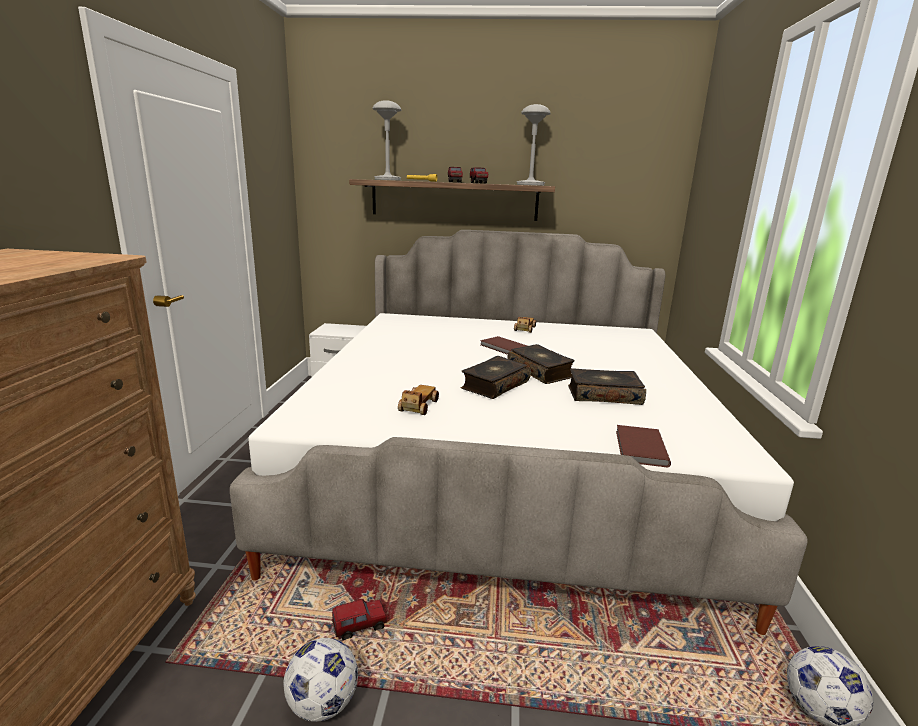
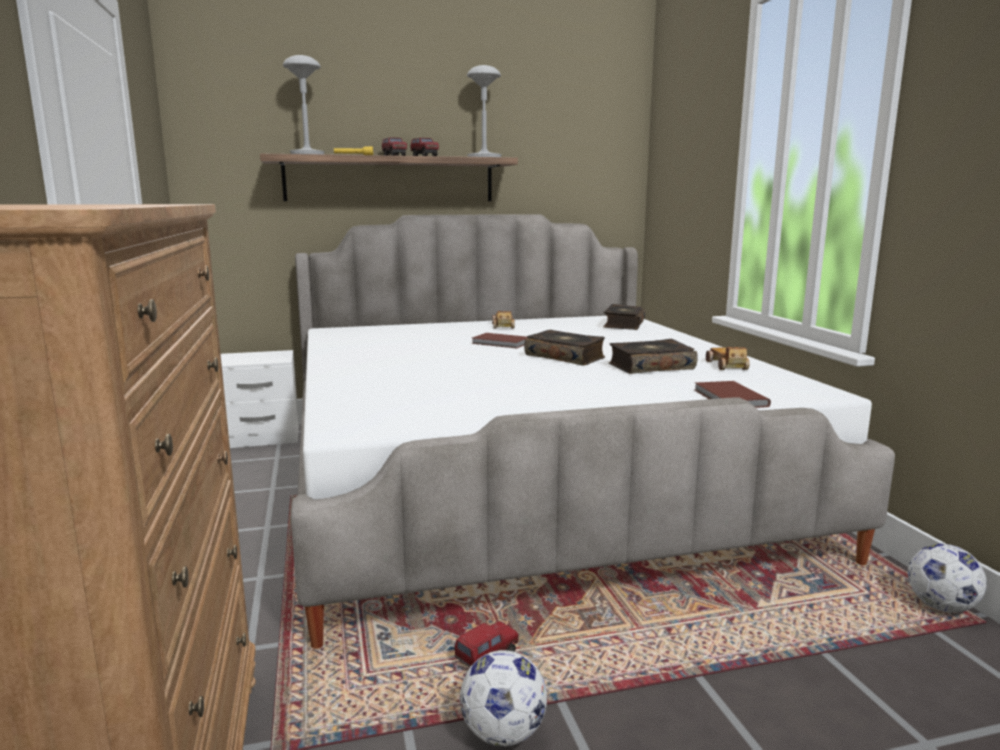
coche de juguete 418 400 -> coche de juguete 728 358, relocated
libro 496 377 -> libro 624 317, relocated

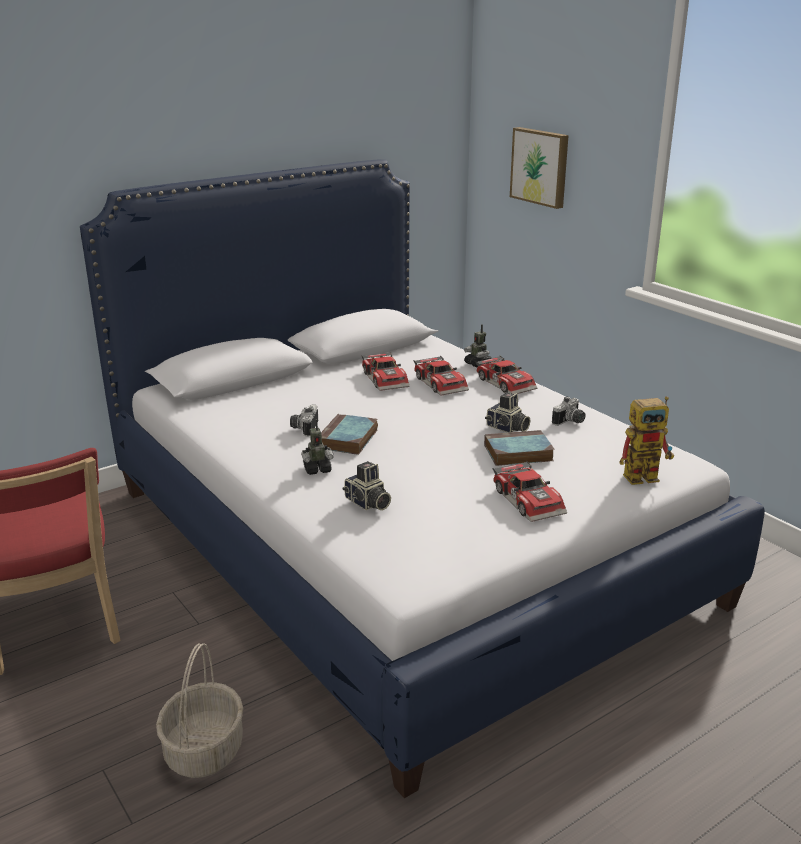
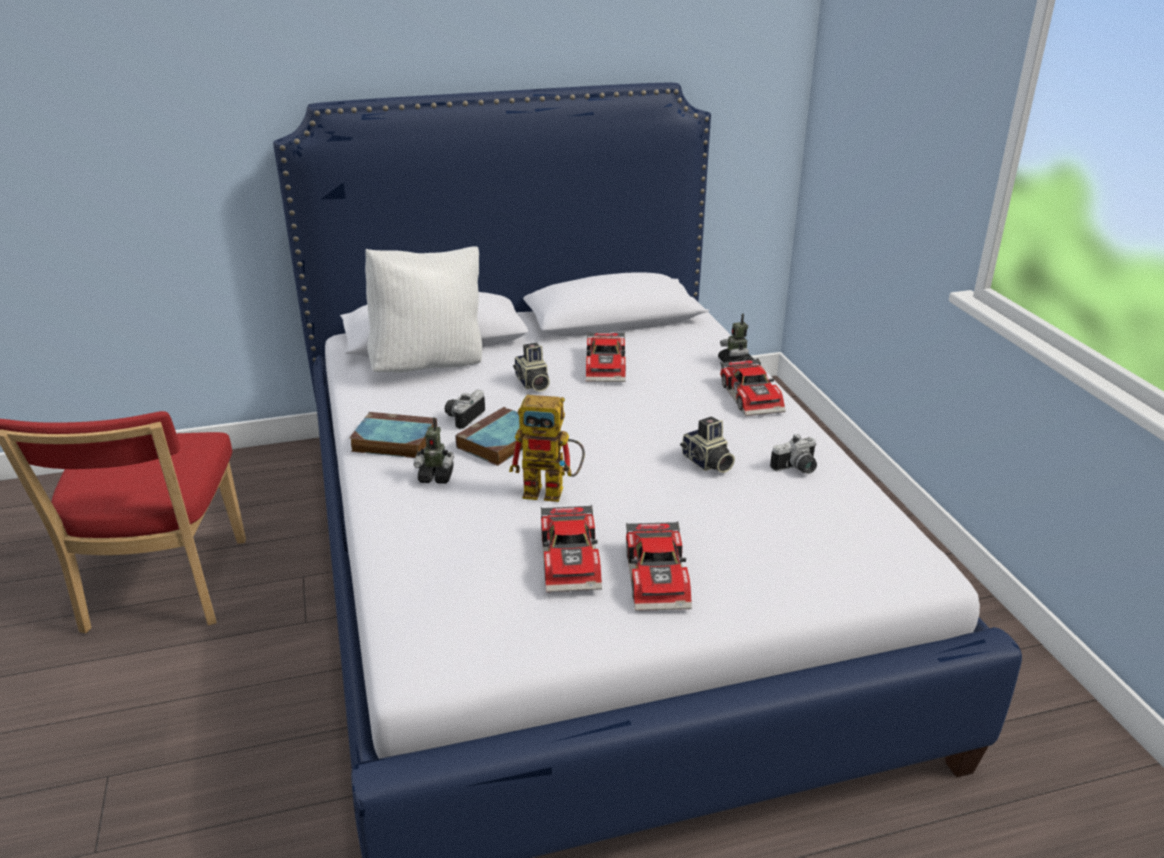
cesta 199 710 -> none
cuadro 539 168 -> none
none -> cojín/blanco 423 309
cámara 366 485 -> cámara 531 367, relocated
coche de juguete 441 375 -> coche de juguete 571 548, relocated
libro 519 448 -> libro 393 435, relocated
robot de juguete 646 440 -> robot de juguete 547 448, relocated

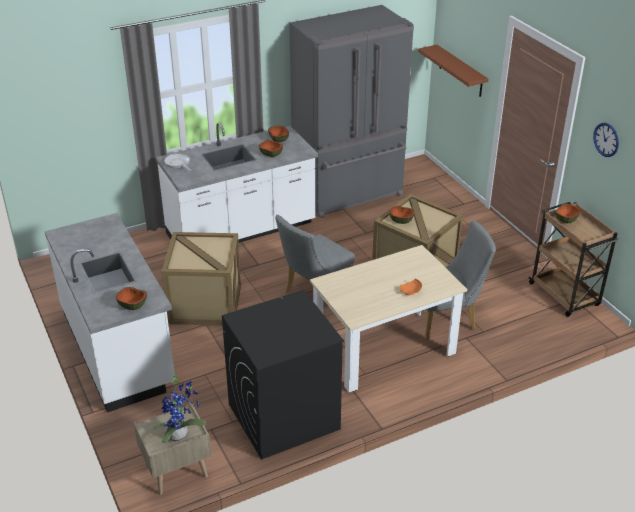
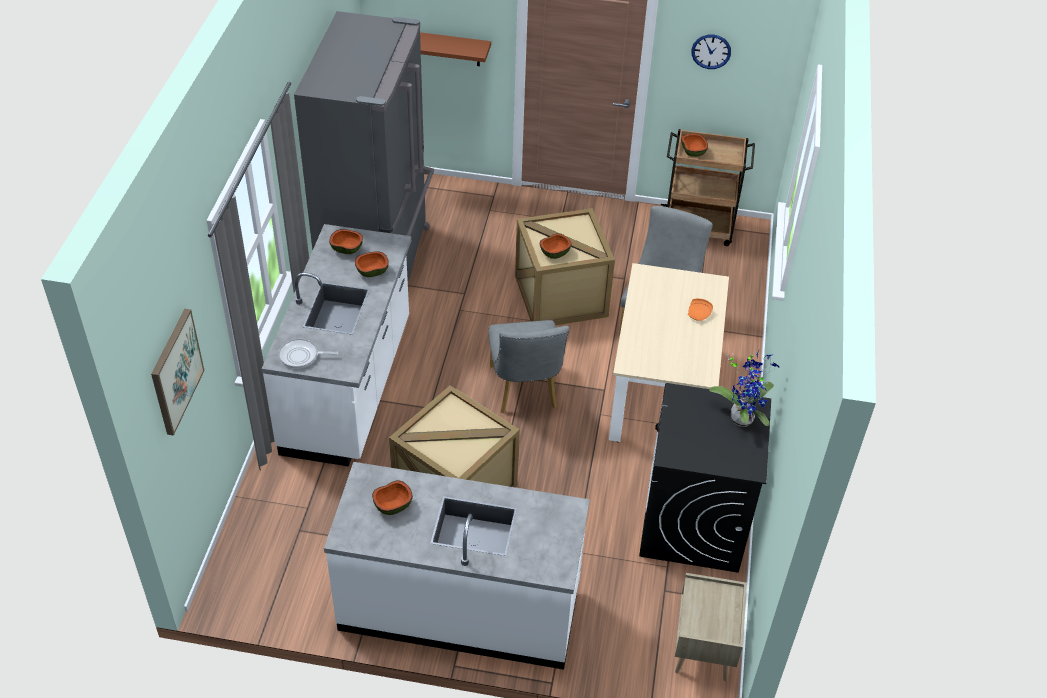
none -> cuadro 178 372
cuenco 131 298 -> cuenco 392 497, relocated
planta en maceta 179 408 -> planta en maceta 744 388, relocated

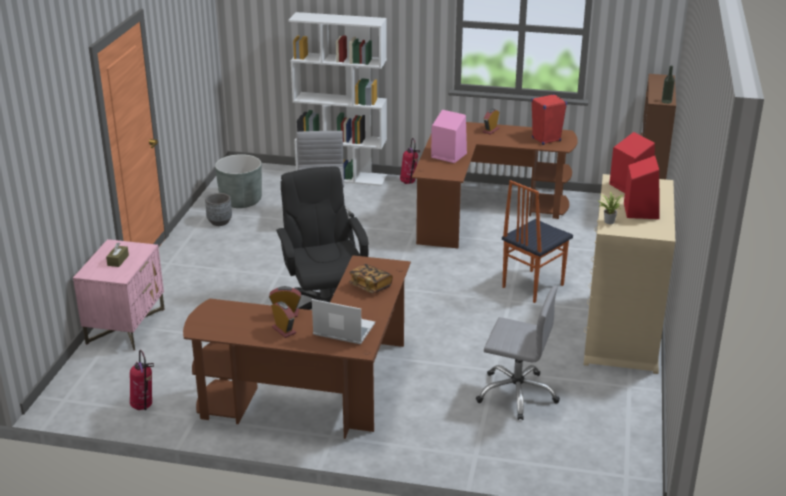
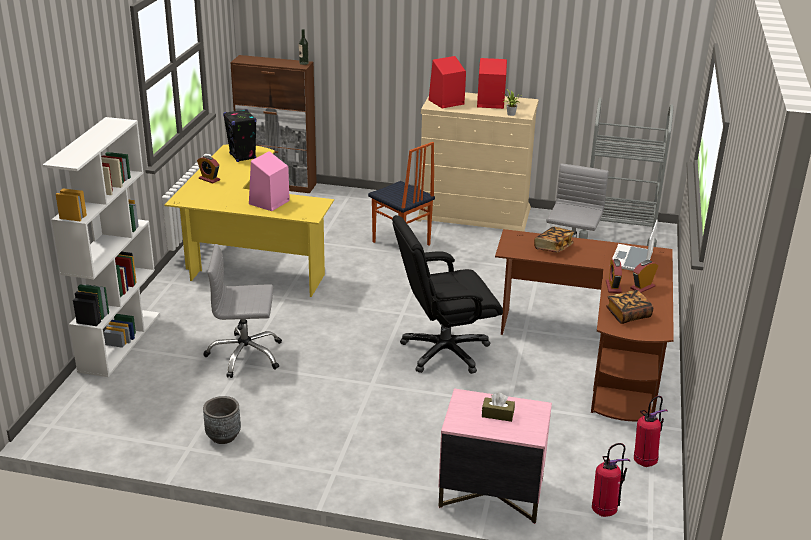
maceta/gris 238 181 -> none
none -> carrito/gris 626 172
none -> libro 630 307
extintor 410 161 -> extintor 611 480, relocated
escritorio/marrón 495 185 -> escritorio/amarillo 249 220
altavoz/rojo 549 119 -> altavoz/negro 239 135

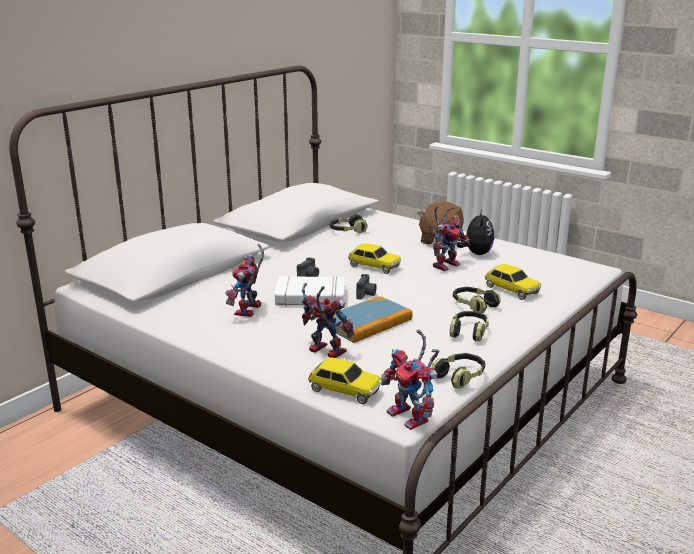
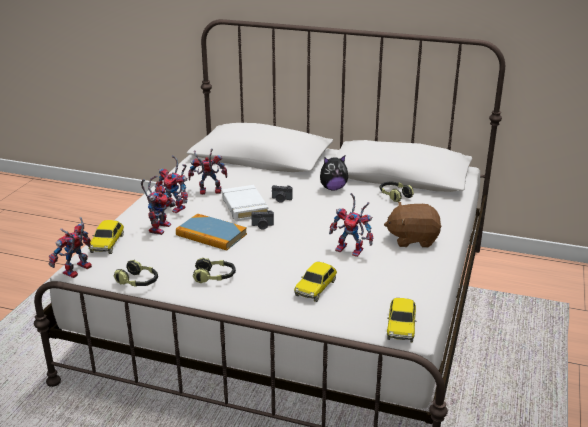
auriculares 477 300 -> none
none -> robot de juguete 171 184
coche de juguete 374 258 -> coche de juguete 401 320, relocated
peluche 475 232 -> peluche 334 173, relocated

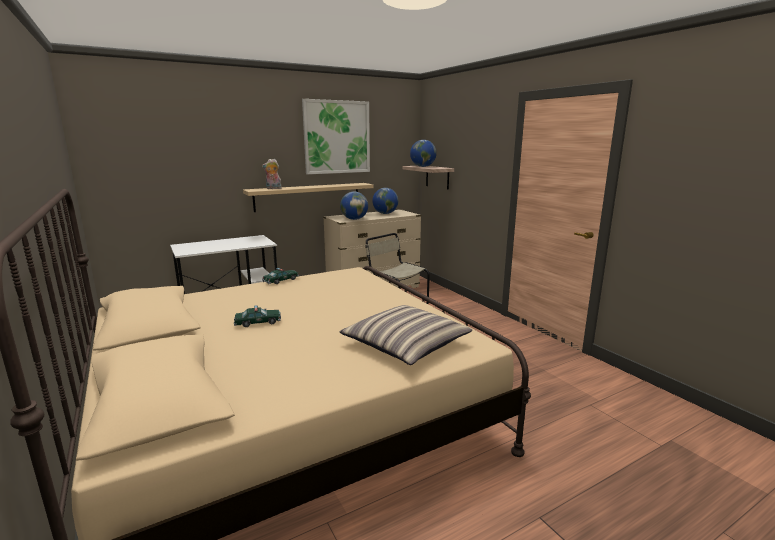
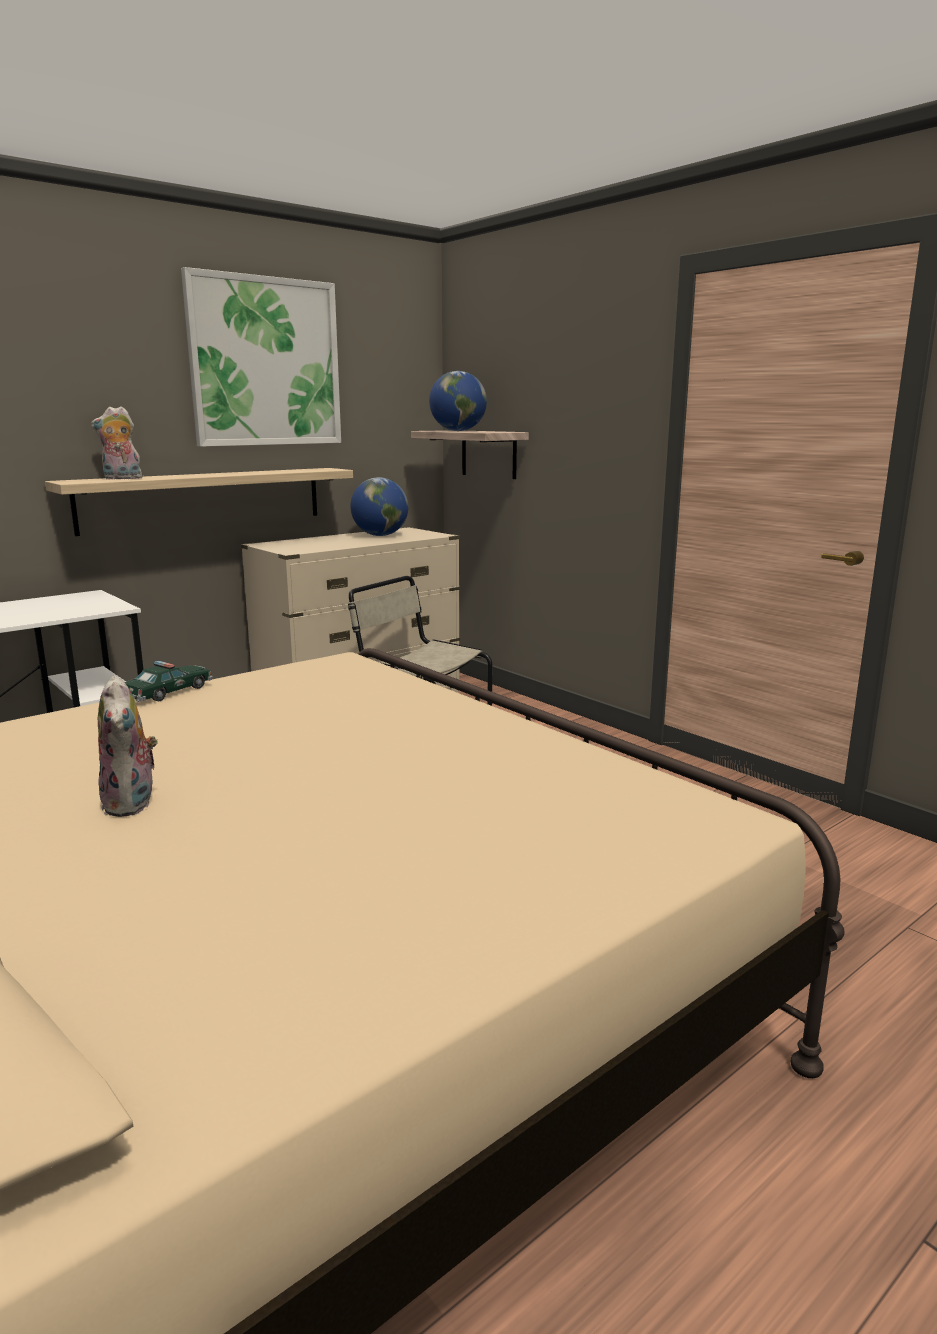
globo terráqueo 354 205 -> none
cojín 406 335 -> none
coche de juguete 257 316 -> peluche 128 746

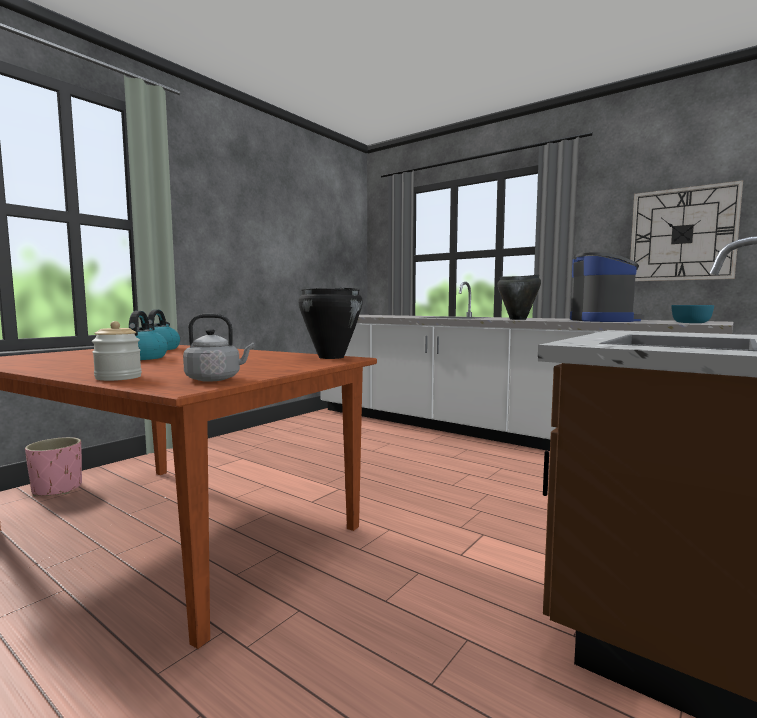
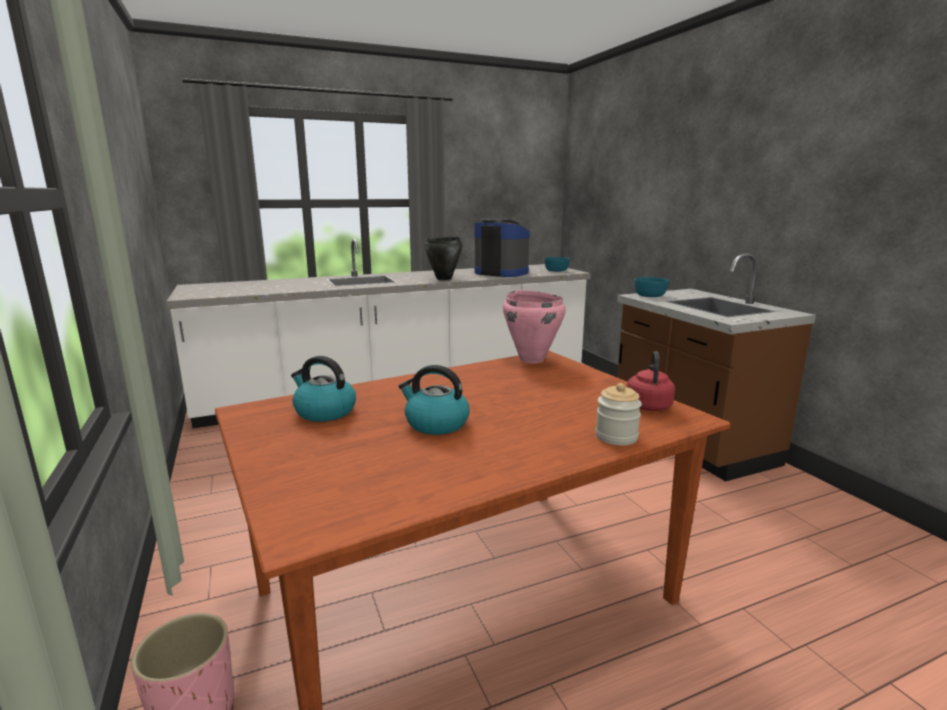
reloj de pared 686 230 -> none
none -> cuenco/turquesa 651 287
hervidor/gris 219 348 -> hervidor/rojo 651 381
olla/negro 331 323 -> olla/rosa 534 326

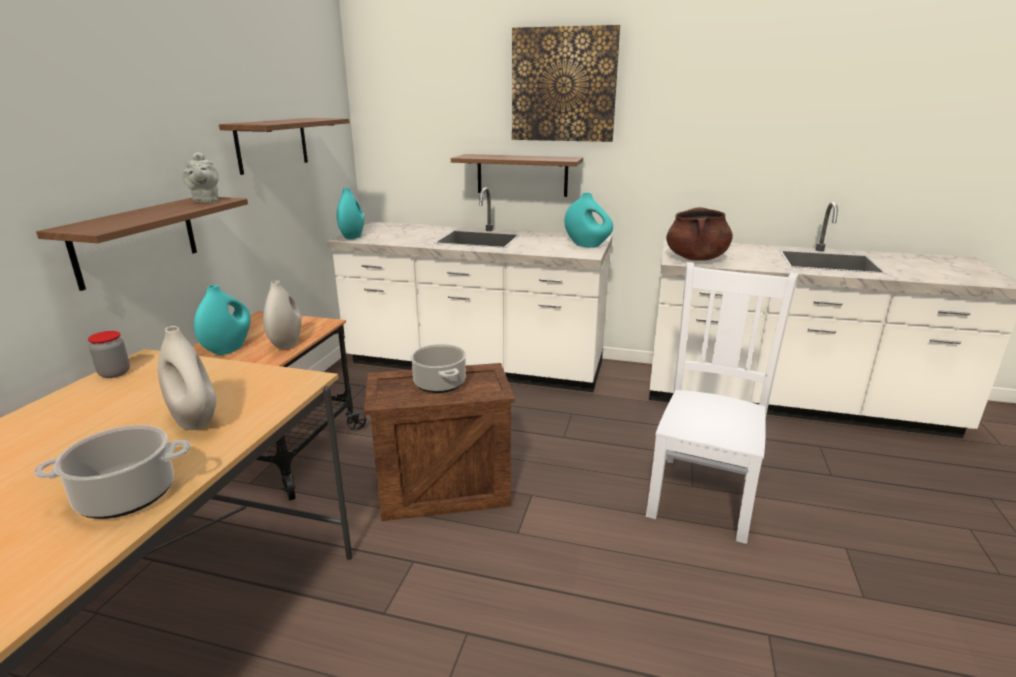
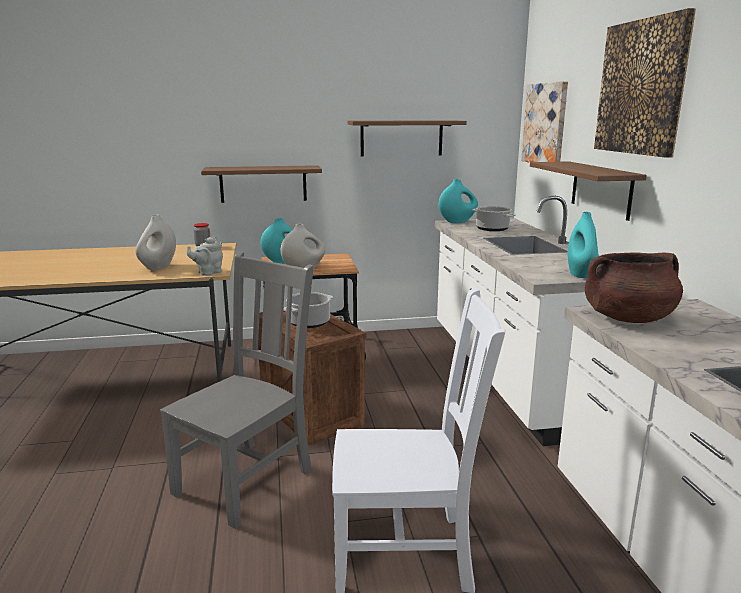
none -> silla/gris 237 390
none -> cuadro 544 122
olla 112 472 -> olla 494 218, relocated
tetera/gris 200 177 -> tetera/gris 205 256, relocated

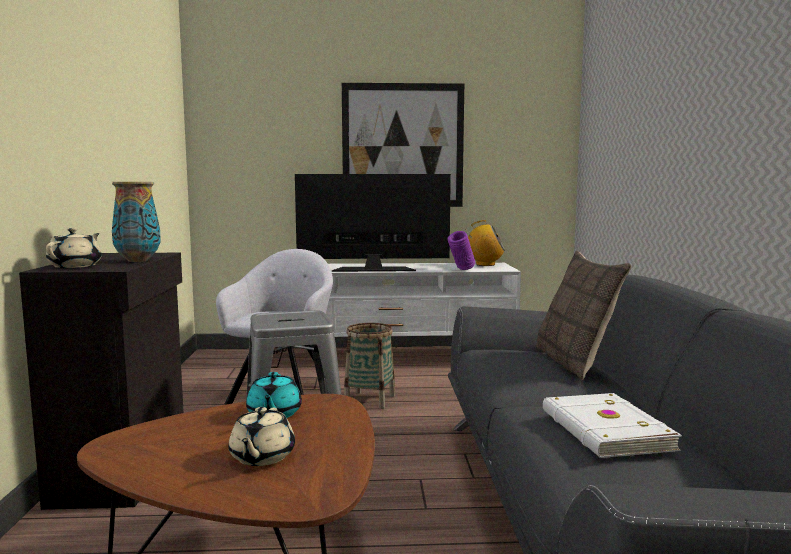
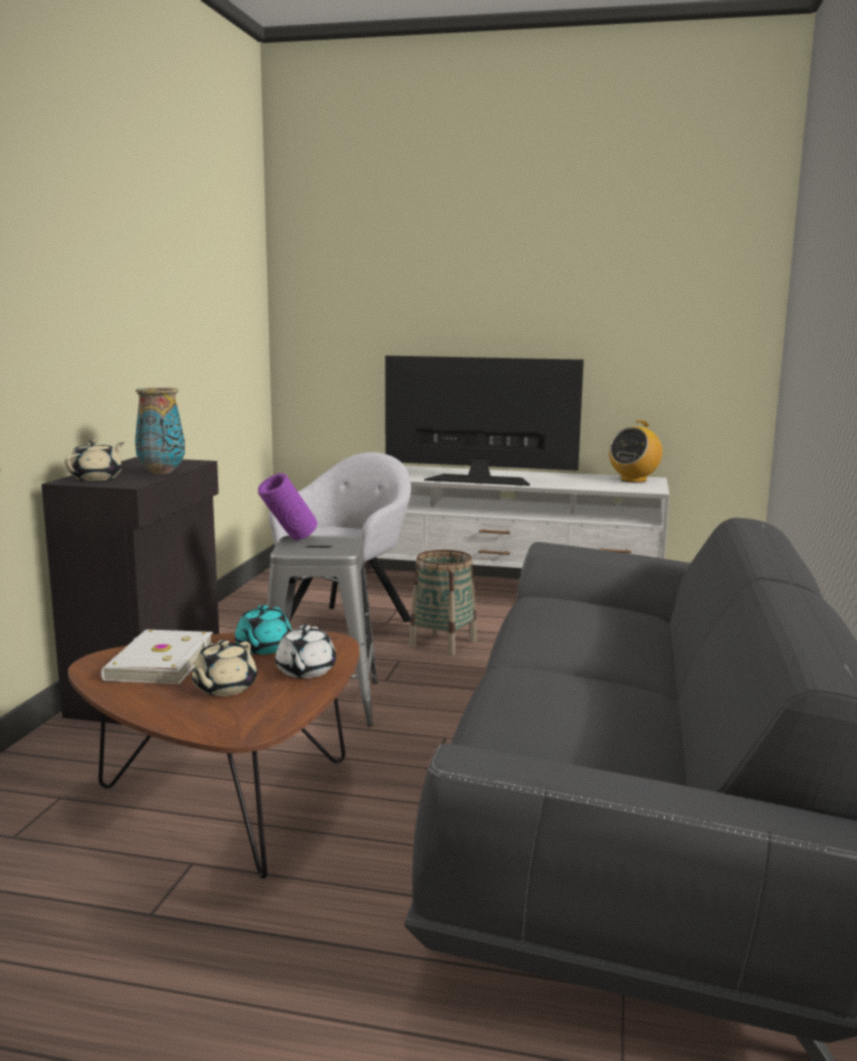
cuadro 403 145 -> none
cojín 584 315 -> none
none -> tetera/blanco 305 651
florero/morado 461 250 -> florero/morado 287 506, relocated
libro/blanco 612 425 -> libro/blanco 157 657, relocated
radio 485 243 -> radio 635 451, 105 degrees clockwise

